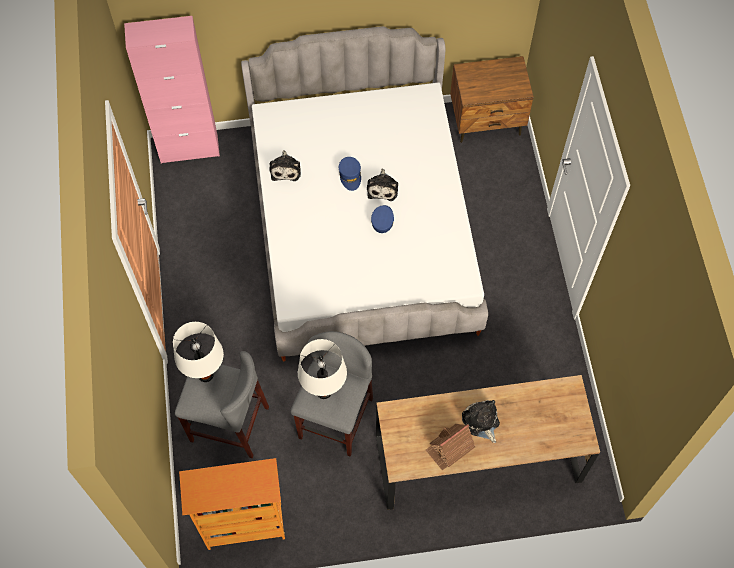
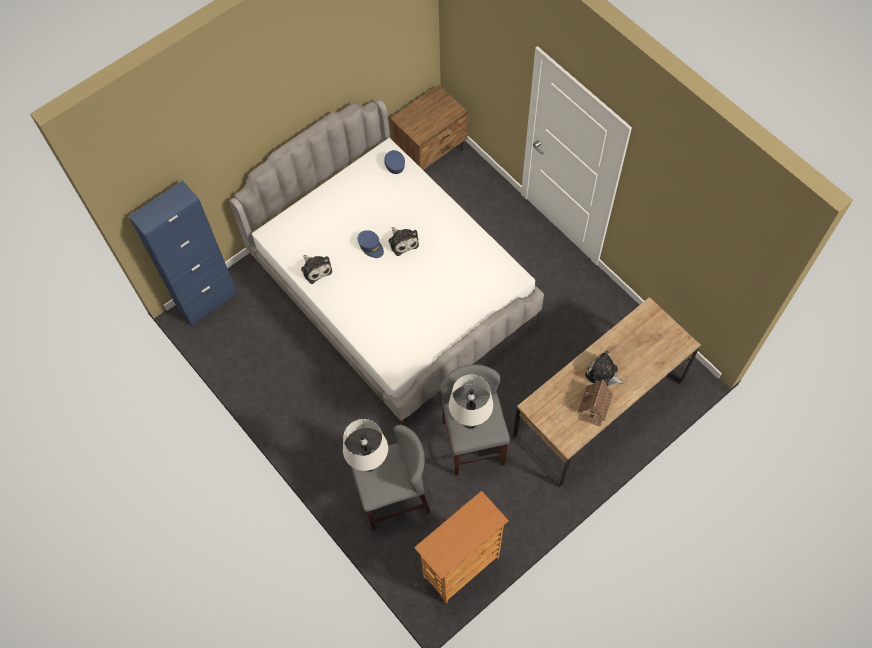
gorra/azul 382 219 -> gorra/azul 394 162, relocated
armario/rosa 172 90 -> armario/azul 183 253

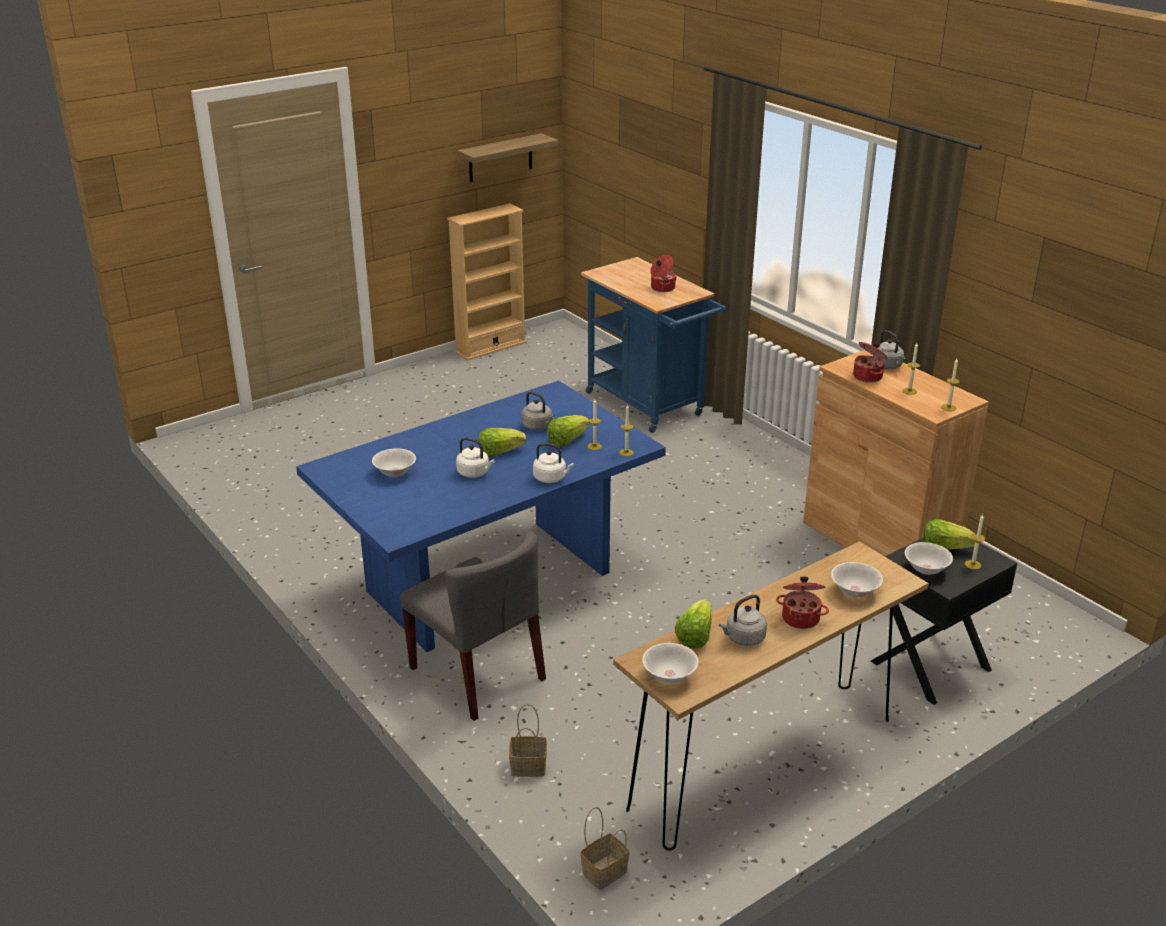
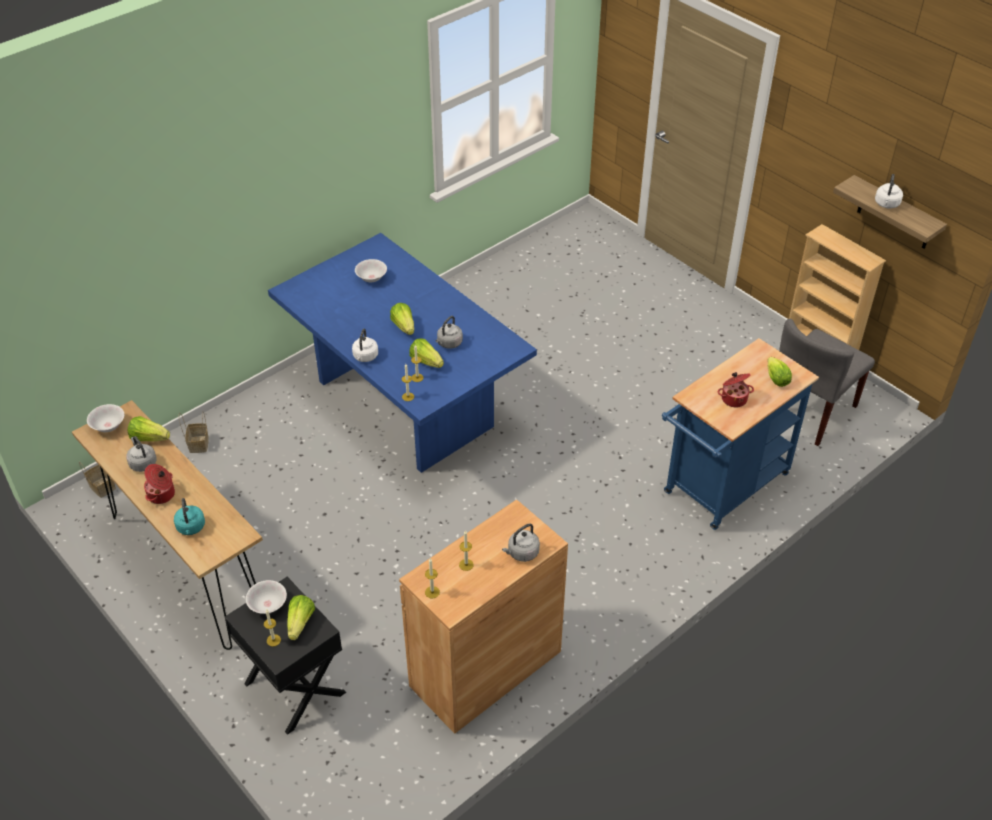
olla 870 362 -> none
none -> lechuga 780 372
silla/gris 473 626 -> silla/gris 827 382, relocated
hervidor/blanco 475 457 -> hervidor/blanco 889 191, relocated
cuenco/blanco 857 580 -> hervidor/turquesa 189 516

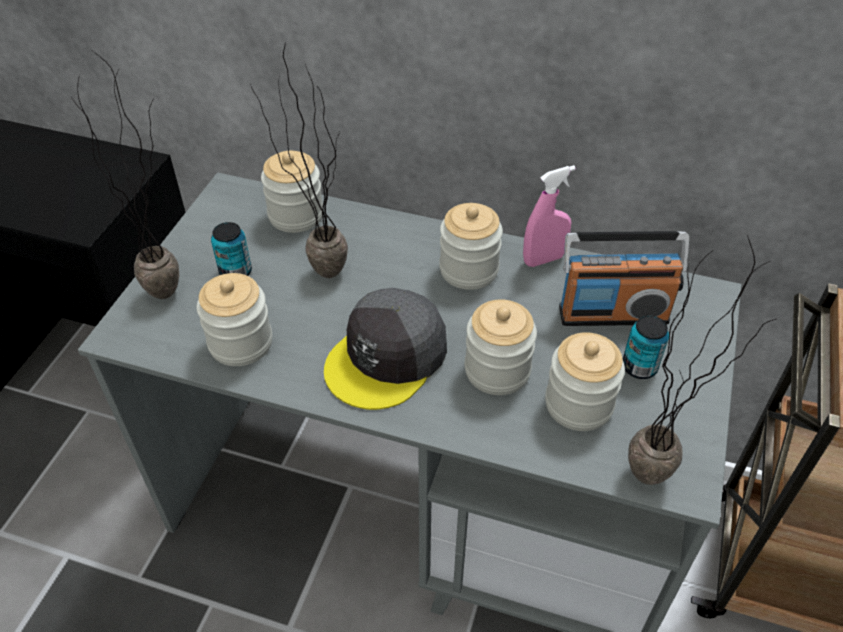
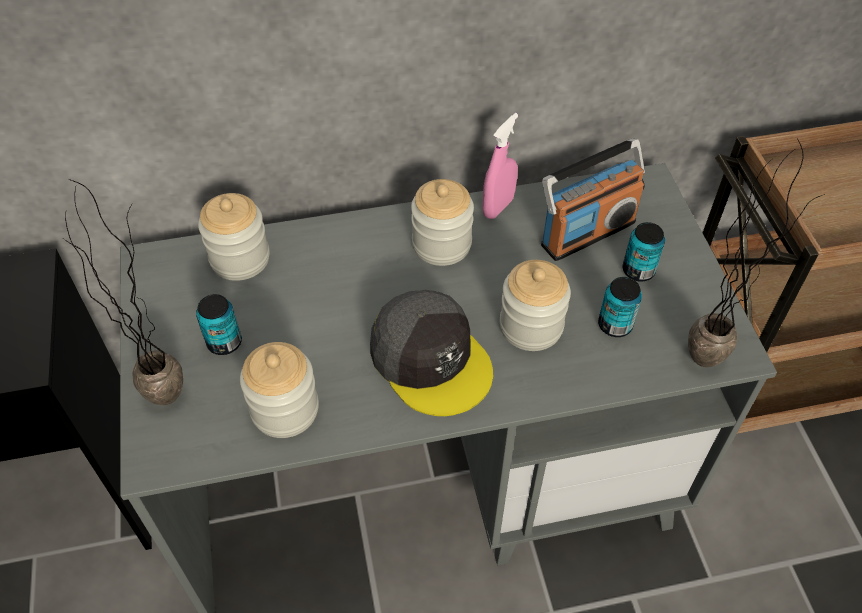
planta en maceta 299 162 -> none
tarro 585 381 -> lata 620 307
gorra/gris 385 349 -> gorra/gris 431 353, 45 degrees counterclockwise

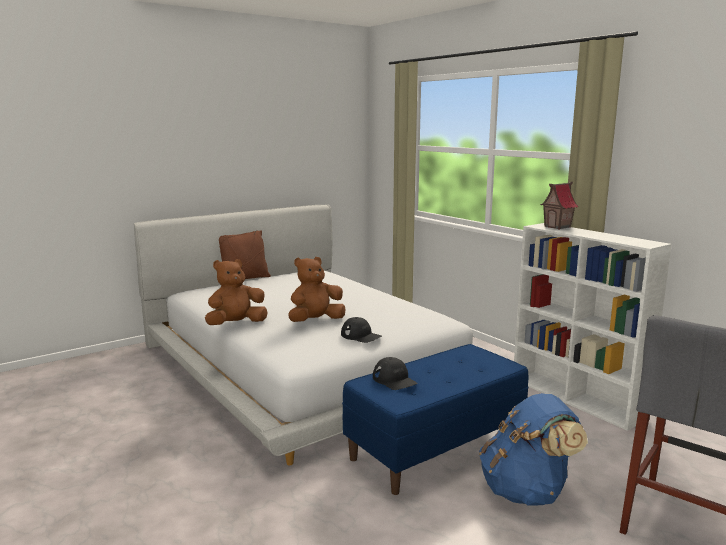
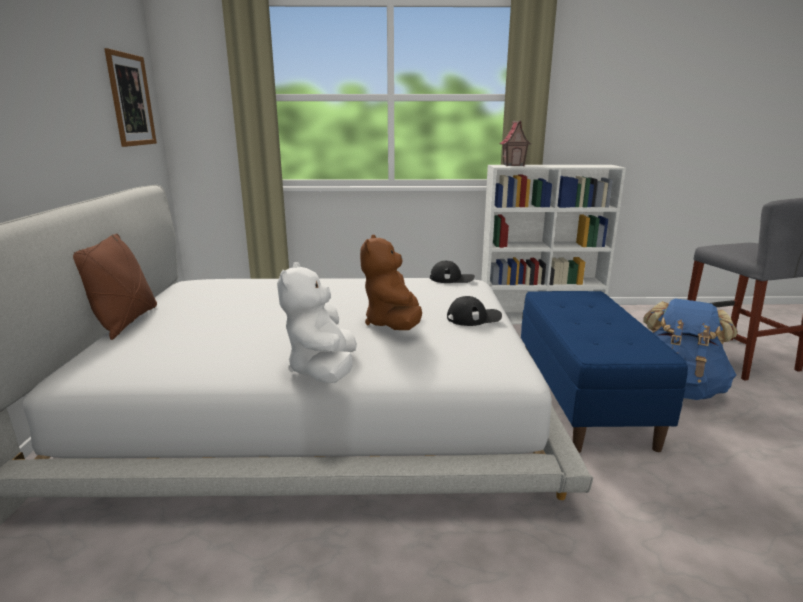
none -> cuadro 130 97
gorra/negro 395 373 -> gorra/negro 452 272, relocated
peluche/marrón 236 292 -> peluche/blanco 317 322

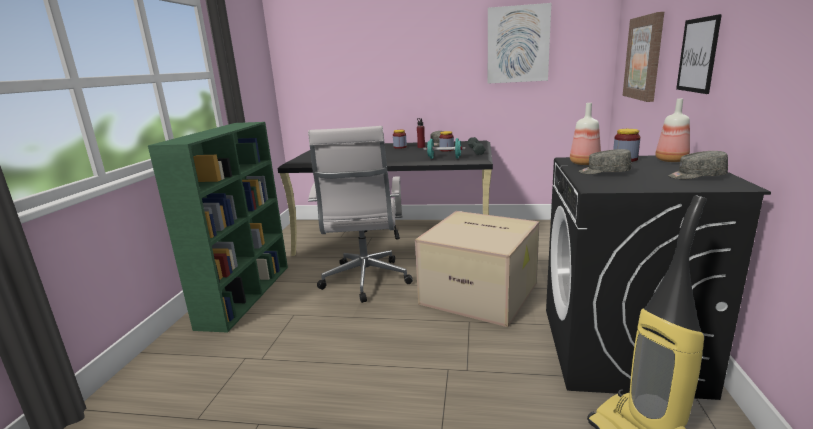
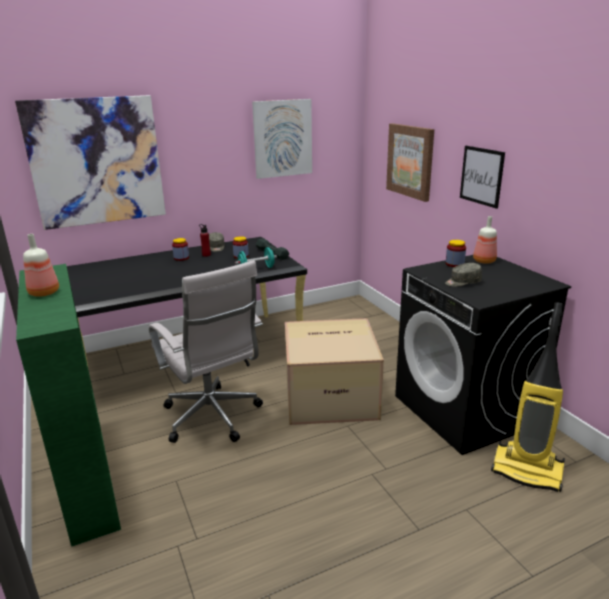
gorra/gris 698 165 -> none
none -> cuadro 90 162
botella 585 134 -> botella 41 265, relocated

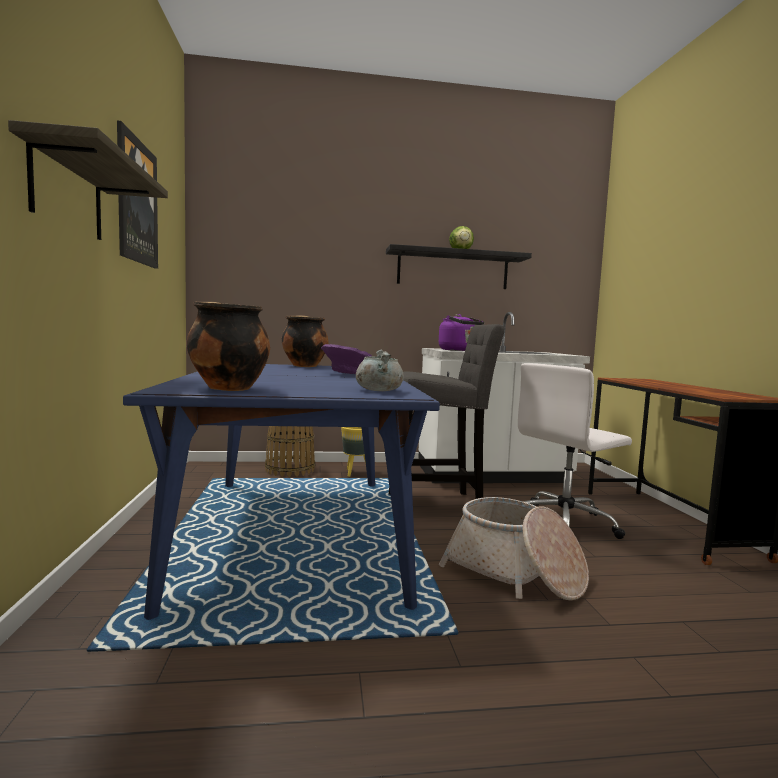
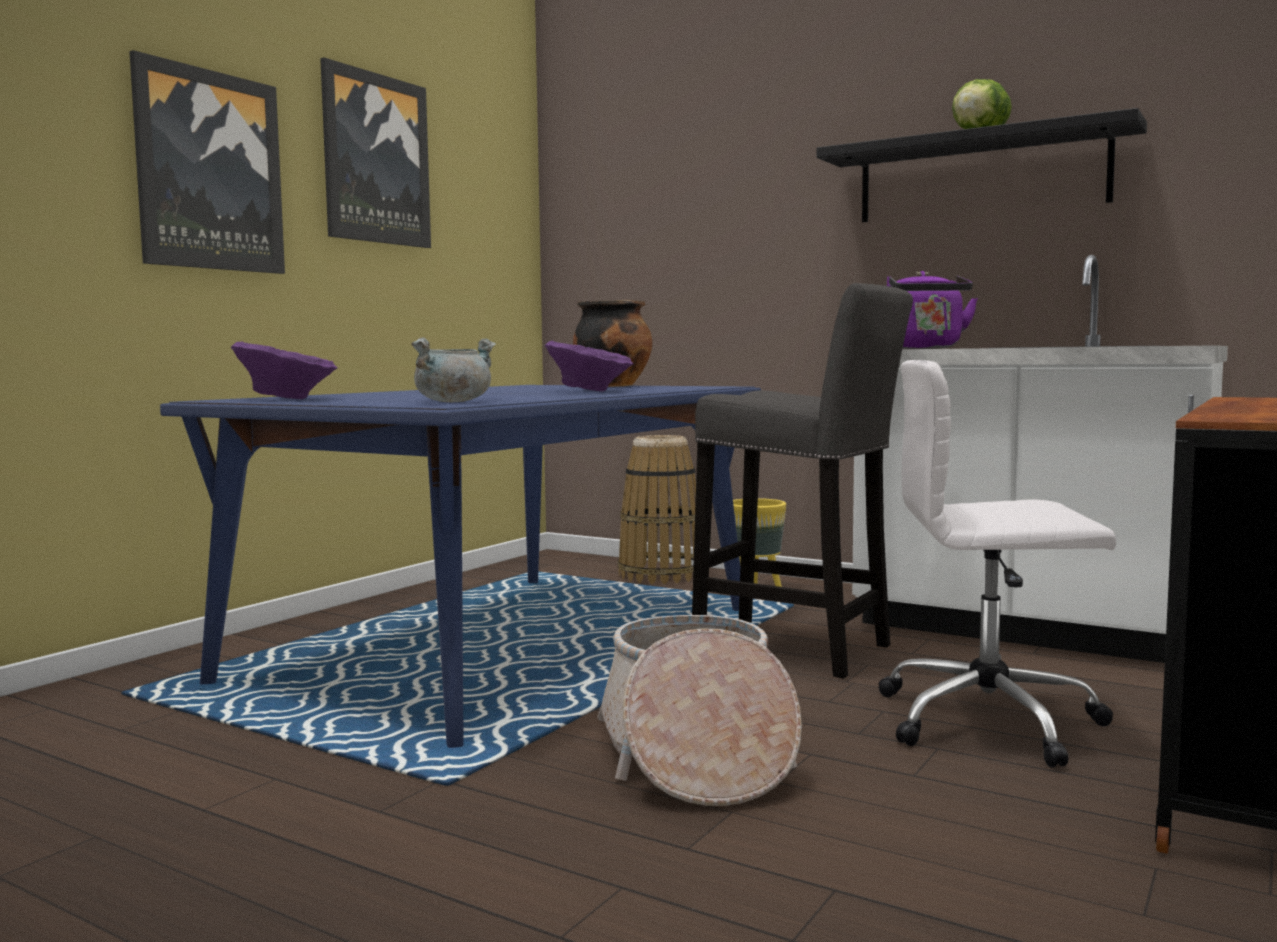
estante 88 180 -> cuadro 207 162
olla 228 346 -> cuenco/morado 284 370

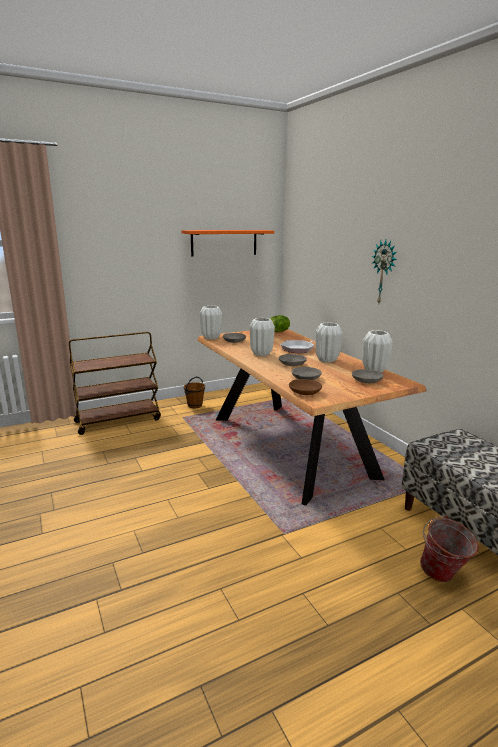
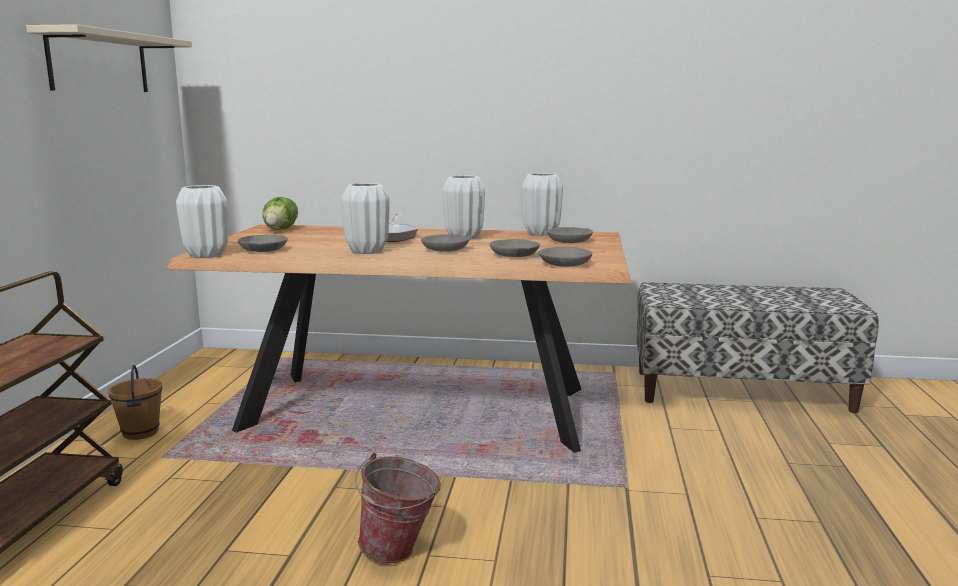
reloj de pared 384 271 -> none
cubo 449 548 -> cubo 398 508, relocated
estante/naranja 227 243 -> estante/beis 109 58
cuenco/marrón 305 387 -> cuenco/gris 565 257

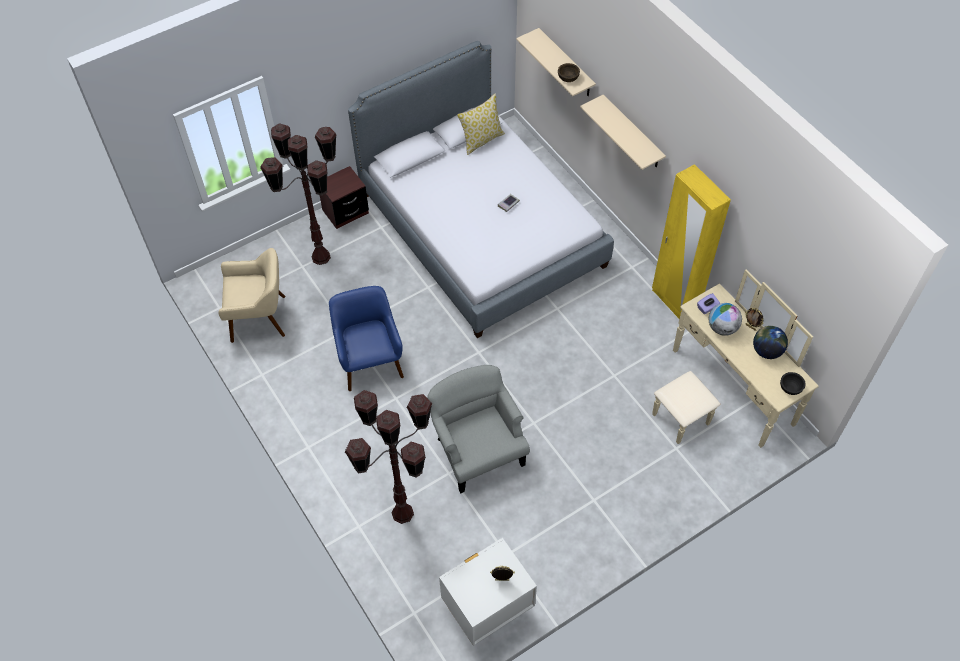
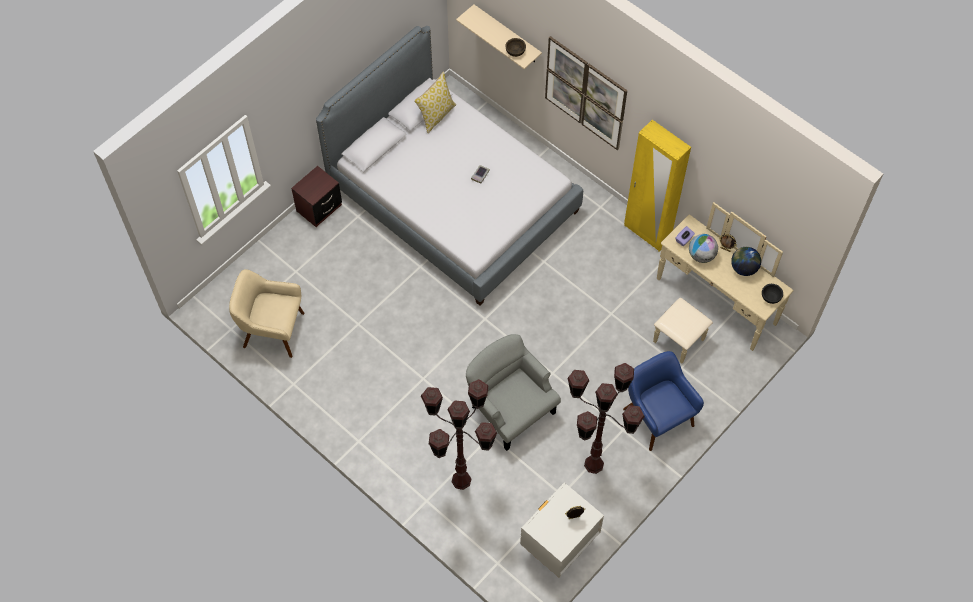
lámpara de pie/marrón 298 194 -> lámpara de pie/marrón 606 418, relocated
sillón/azul 366 338 -> sillón/azul 663 401, relocated
estante/beis 623 132 -> cuadro 586 93
sillón/beis 251 295 -> sillón/beis 267 313, 150 degrees counterclockwise

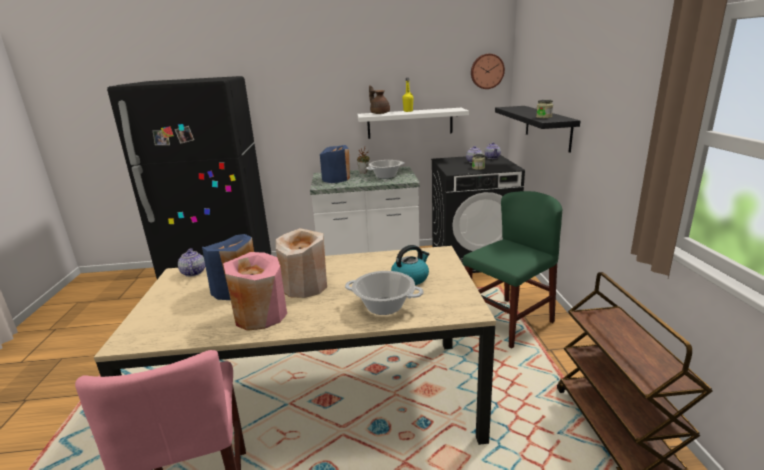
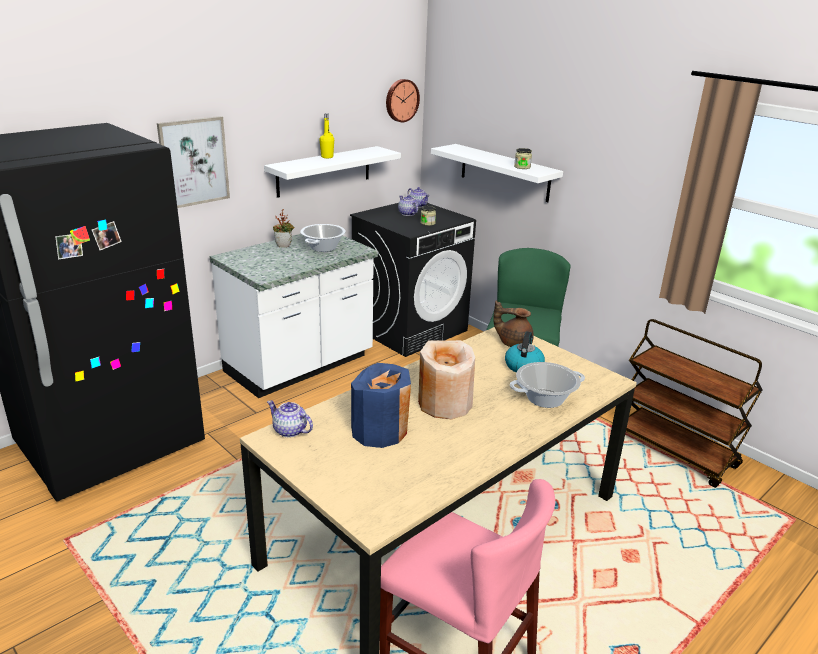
florero/rosa 255 291 -> none
florero/azul 335 164 -> none
none -> cuadro 193 162
tetera/marrón 379 99 -> tetera/marrón 514 324, relocated
estante/negro 537 129 -> estante/blanco 497 173

